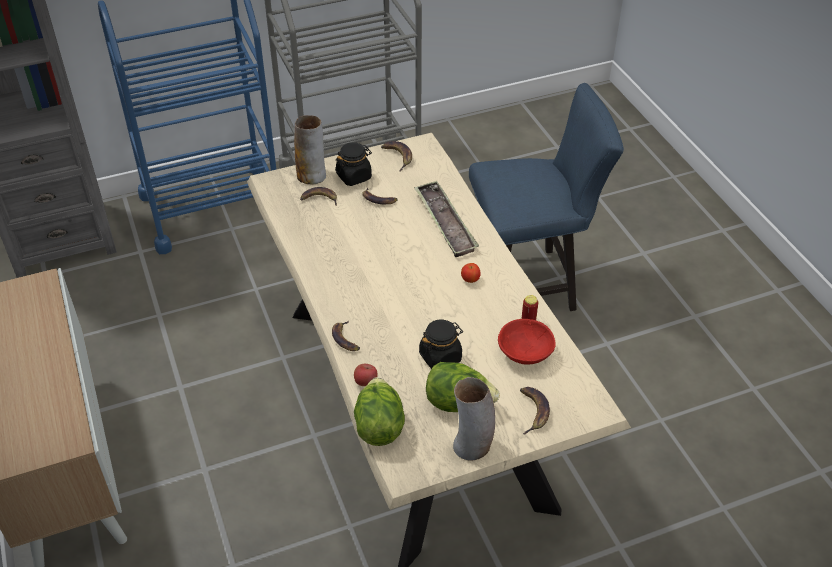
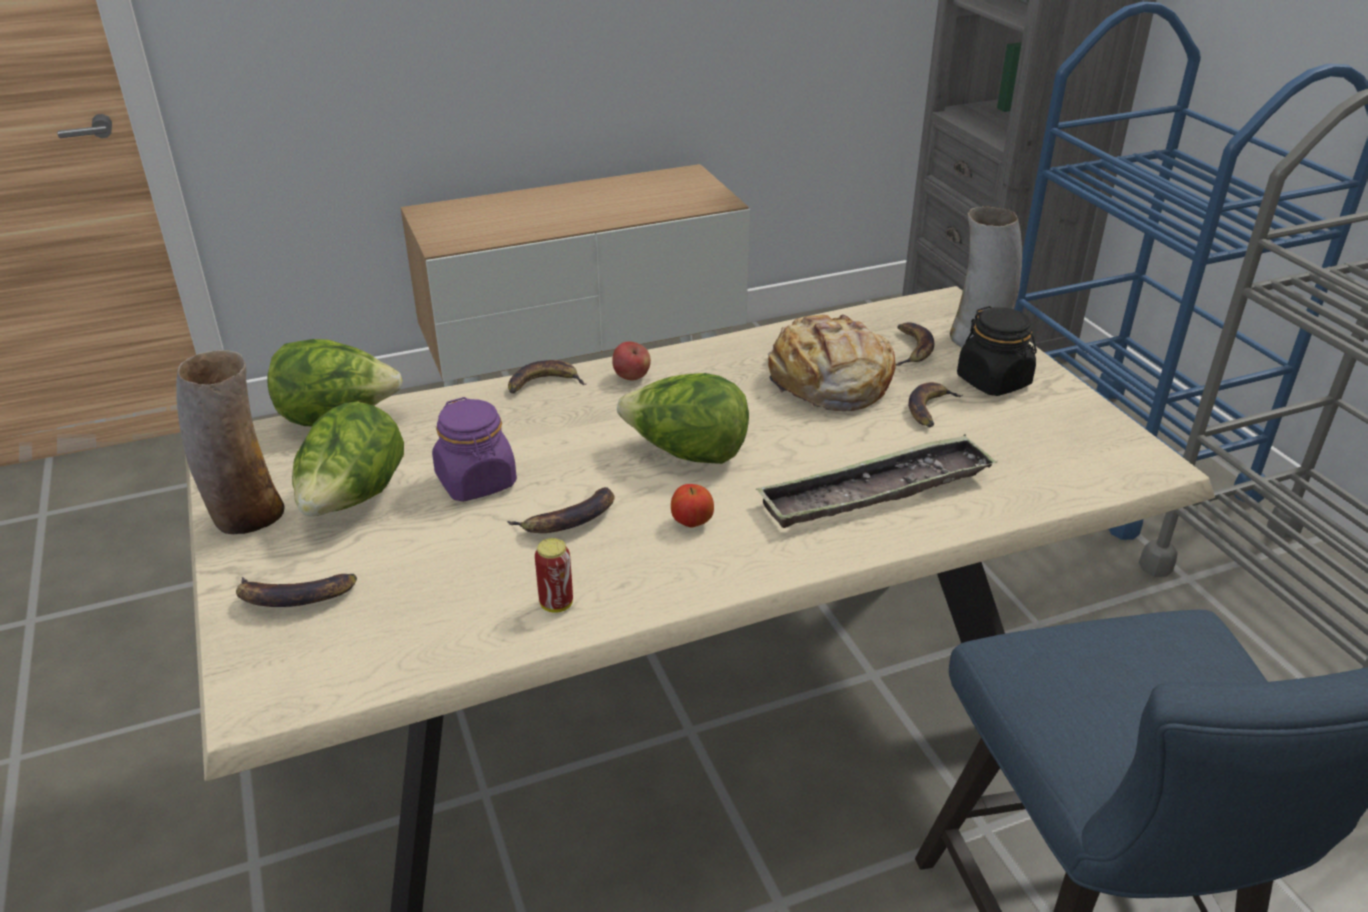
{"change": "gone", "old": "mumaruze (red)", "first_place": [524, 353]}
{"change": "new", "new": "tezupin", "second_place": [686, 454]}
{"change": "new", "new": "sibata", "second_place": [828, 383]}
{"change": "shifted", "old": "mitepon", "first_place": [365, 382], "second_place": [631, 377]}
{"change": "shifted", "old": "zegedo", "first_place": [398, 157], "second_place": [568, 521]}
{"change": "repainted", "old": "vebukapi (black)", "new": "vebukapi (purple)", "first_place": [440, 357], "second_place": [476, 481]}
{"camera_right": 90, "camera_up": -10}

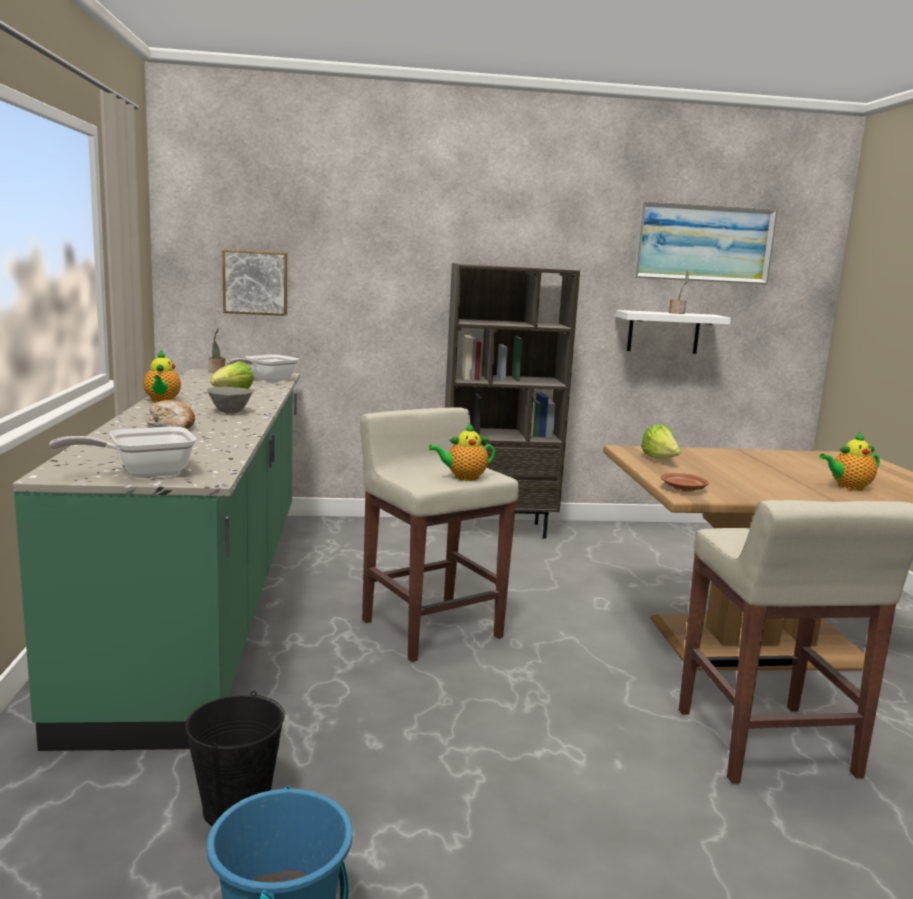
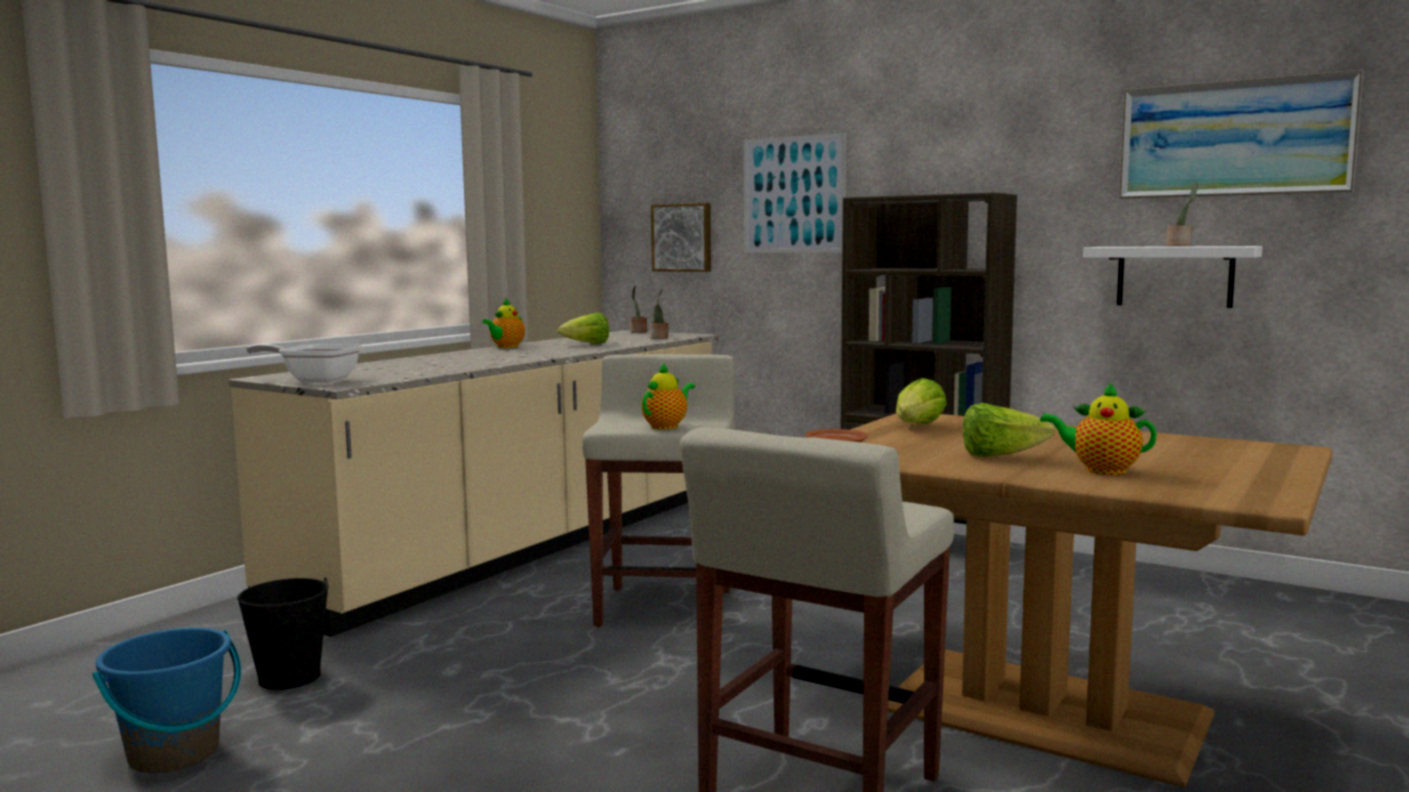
{"change": "gone", "old": "sibata", "first_place": [172, 426]}
{"change": "gone", "old": "mumaruze (grey)", "first_place": [230, 412]}
{"change": "new", "new": "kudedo", "second_place": [793, 195]}
{"change": "new", "new": "tezupin", "second_place": [1000, 456]}
{"change": "swapped", "old": "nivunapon", "new": "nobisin", "first_place": [267, 380], "second_place": [659, 338]}
{"change": "repainted", "old": "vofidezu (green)", "new": "vofidezu (beige)", "first_place": [207, 598], "second_place": [523, 547]}
{"change": "rotated", "old": "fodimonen", "first_place": [463, 477], "second_place": [666, 426], "degrees": 105}
{"camera_right": 40, "camera_up": -5}

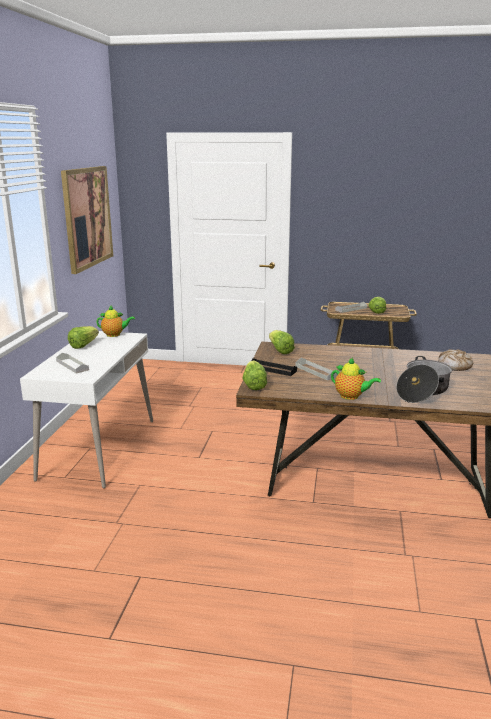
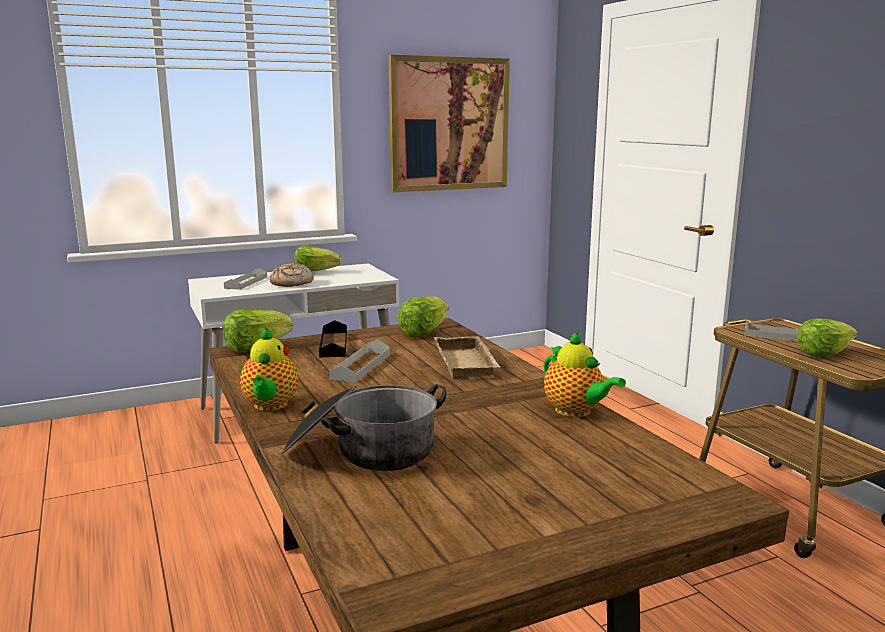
{"change": "new", "new": "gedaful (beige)", "second_place": [468, 363]}
{"change": "shifted", "old": "fodimonen", "first_place": [115, 335], "second_place": [576, 412]}
{"change": "shifted", "old": "sibata", "first_place": [454, 366], "second_place": [291, 283]}
{"camera_right": 55, "camera_up": -5}

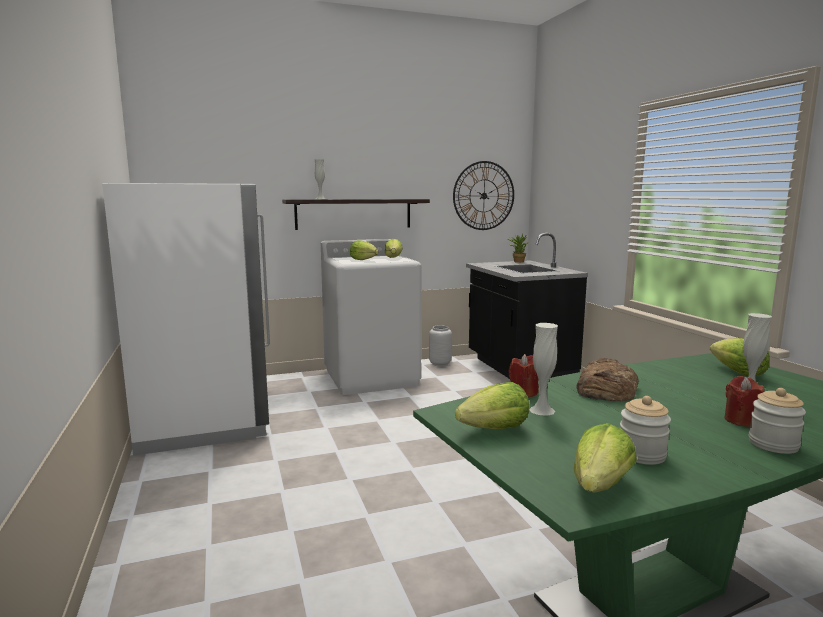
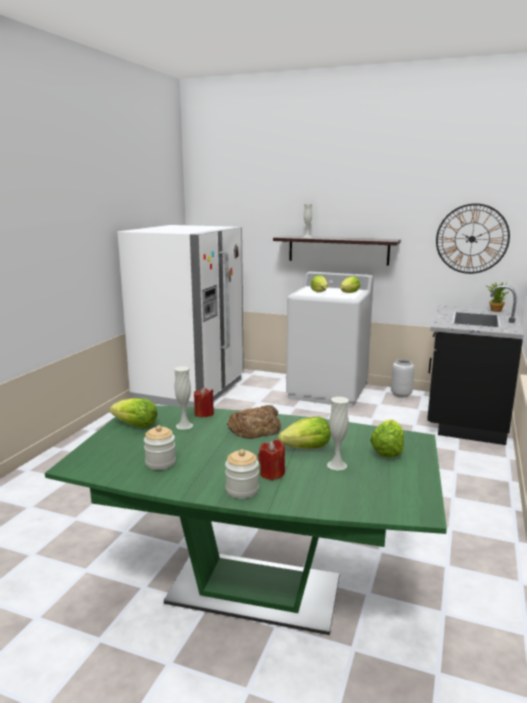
{"change": "shifted", "old": "tezupin", "first_place": [600, 486], "second_place": [307, 448]}
{"camera_right": 40, "camera_up": 5}

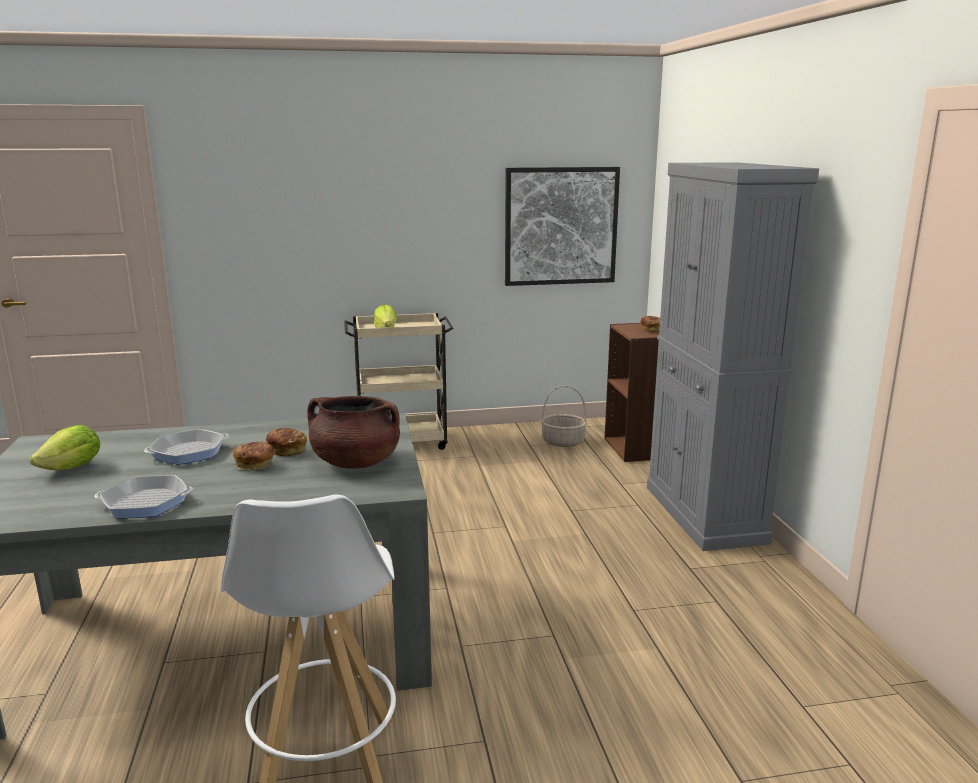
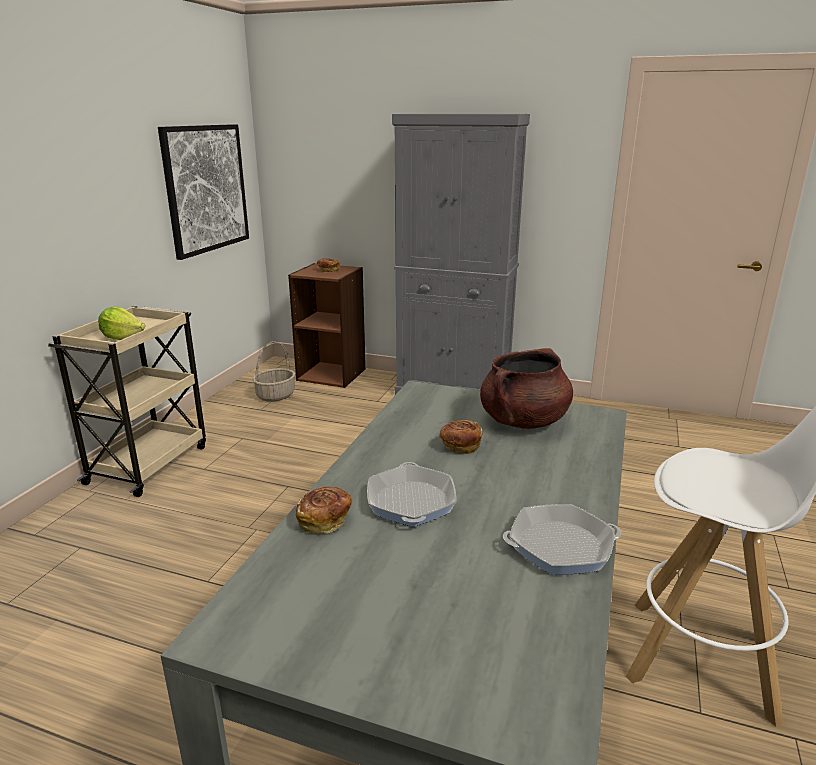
{"change": "gone", "old": "tezupin", "first_place": [72, 467]}
{"change": "shifted", "old": "sibata", "first_place": [255, 465], "second_place": [324, 520]}
{"change": "rotated", "old": "nivunapon", "first_place": [146, 503], "second_place": [560, 546], "degrees": -120}
{"camera_right": -60, "camera_up": 5}

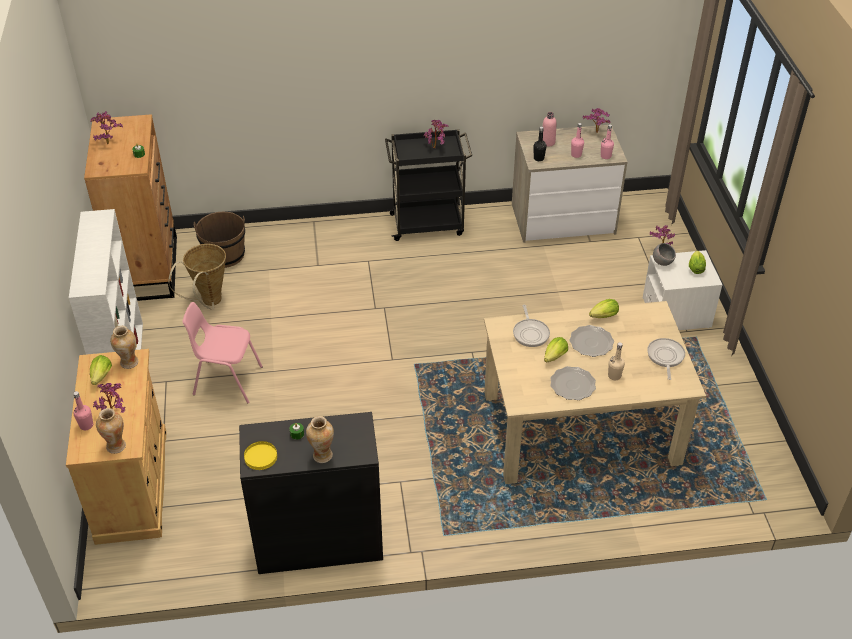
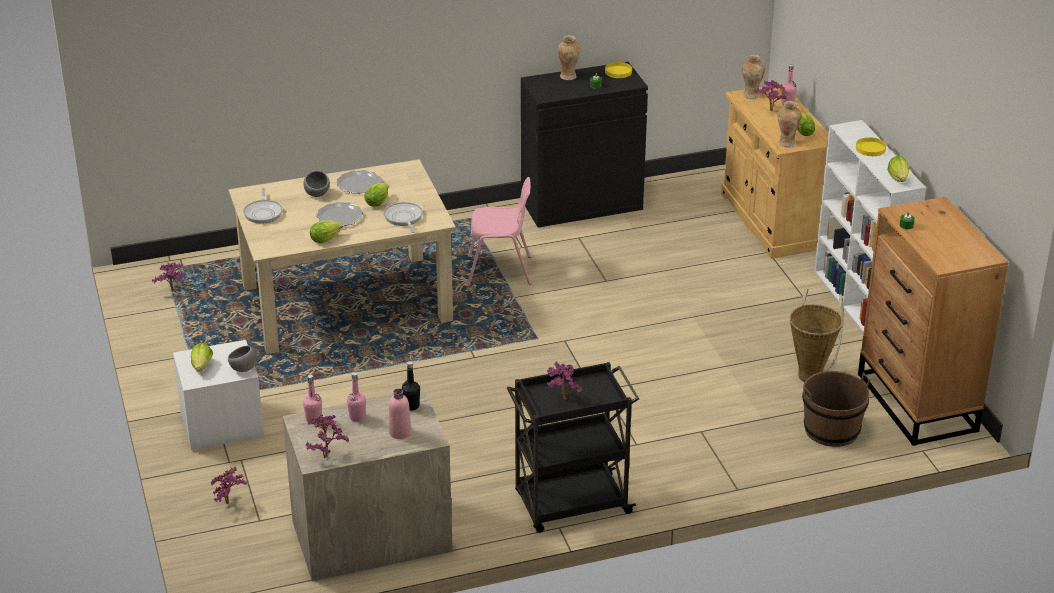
{"change": "new", "new": "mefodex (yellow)", "second_place": [870, 148]}
{"change": "new", "new": "tezupin", "second_place": [898, 180]}
{"change": "shifted", "old": "nobisin", "first_place": [108, 142], "second_place": [173, 293]}
{"change": "shifted", "old": "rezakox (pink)", "first_place": [227, 381], "second_place": [500, 271]}
{"change": "swapped", "old": "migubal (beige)", "new": "mumaruze (grey)", "first_place": [614, 376], "second_place": [317, 194]}
{"camera_right": 170, "camera_up": -10}

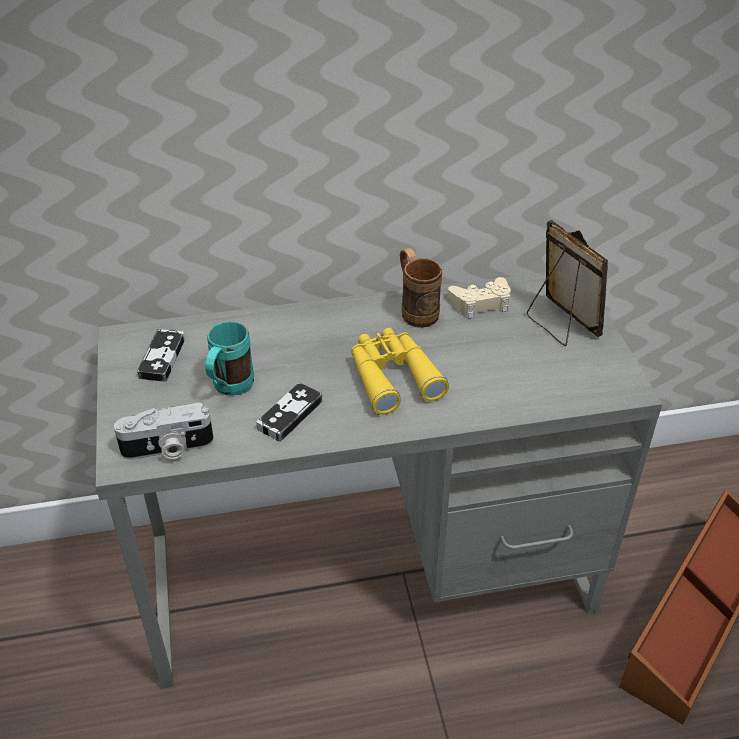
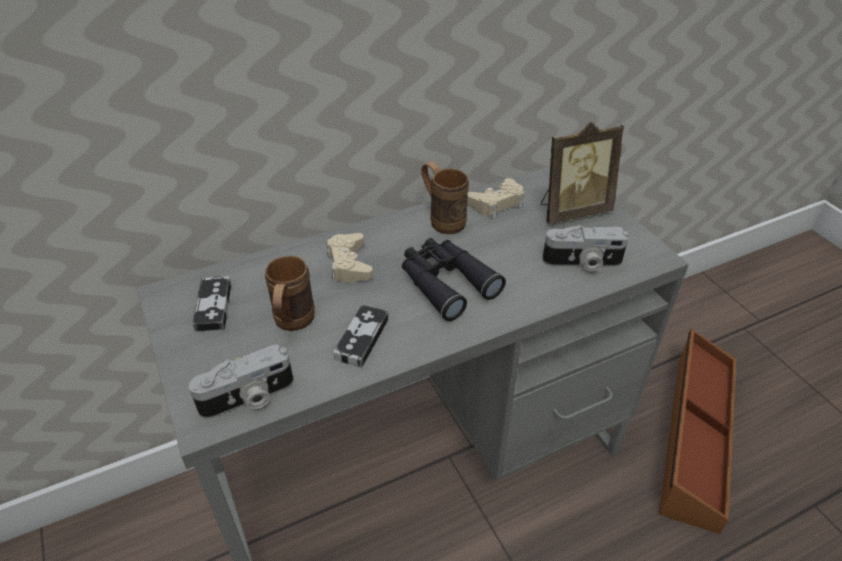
{"change": "new", "new": "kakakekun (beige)", "second_place": [349, 264]}
{"change": "new", "new": "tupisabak", "second_place": [582, 263]}
{"change": "repainted", "old": "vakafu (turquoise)", "new": "vakafu (brown)", "first_place": [229, 389], "second_place": [292, 324]}
{"change": "repainted", "old": "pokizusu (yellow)", "new": "pokizusu (black)", "first_place": [392, 376], "second_place": [445, 283]}
{"change": "rotated", "old": "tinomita", "first_place": [560, 324], "second_place": [572, 210], "degrees": 120}
{"camera_right": -15, "camera_up": 0}

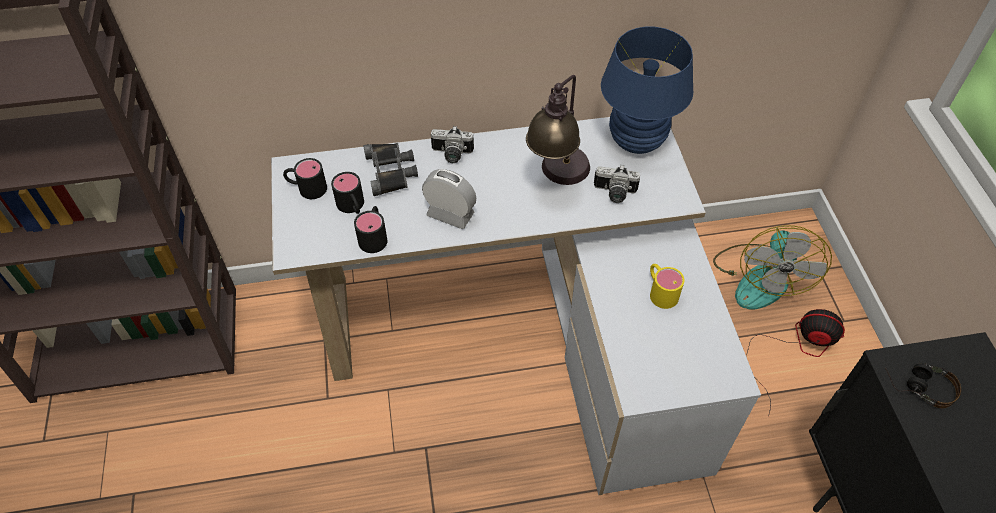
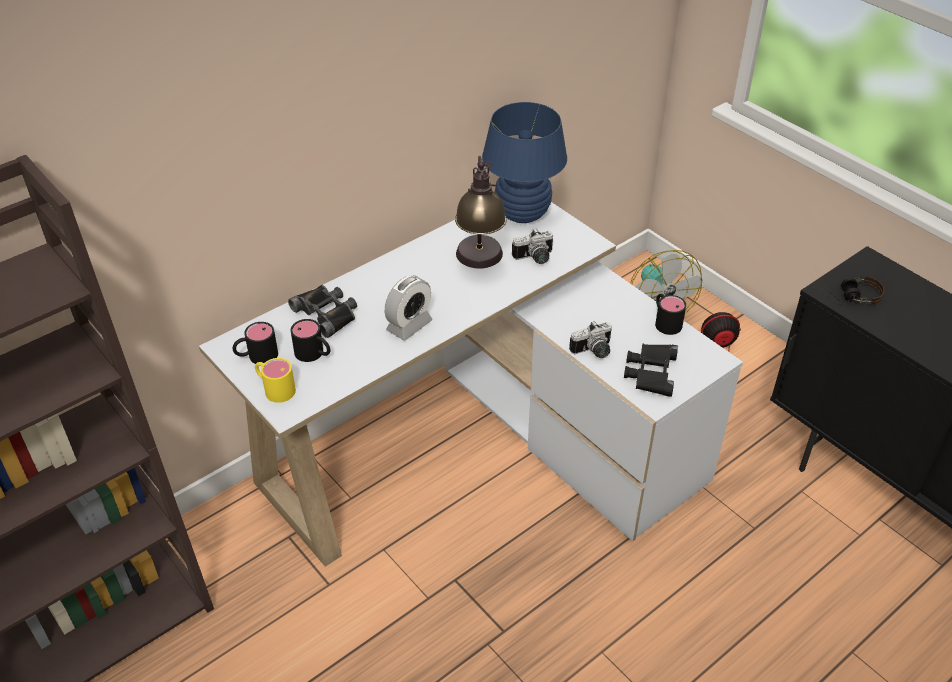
{"change": "new", "new": "pokizusu (black)", "second_place": [650, 372]}
{"change": "shifted", "old": "vakafu (black)", "first_place": [374, 236], "second_place": [665, 321]}
{"change": "shifted", "old": "tupisabak", "first_place": [451, 155], "second_place": [593, 351]}
{"change": "shifted", "old": "vakafu (yellow)", "first_place": [660, 291], "second_place": [274, 388]}
{"change": "rotated", "old": "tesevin", "first_place": [450, 214], "second_place": [409, 325], "degrees": 135}
{"camera_right": -30, "camera_up": -10}

